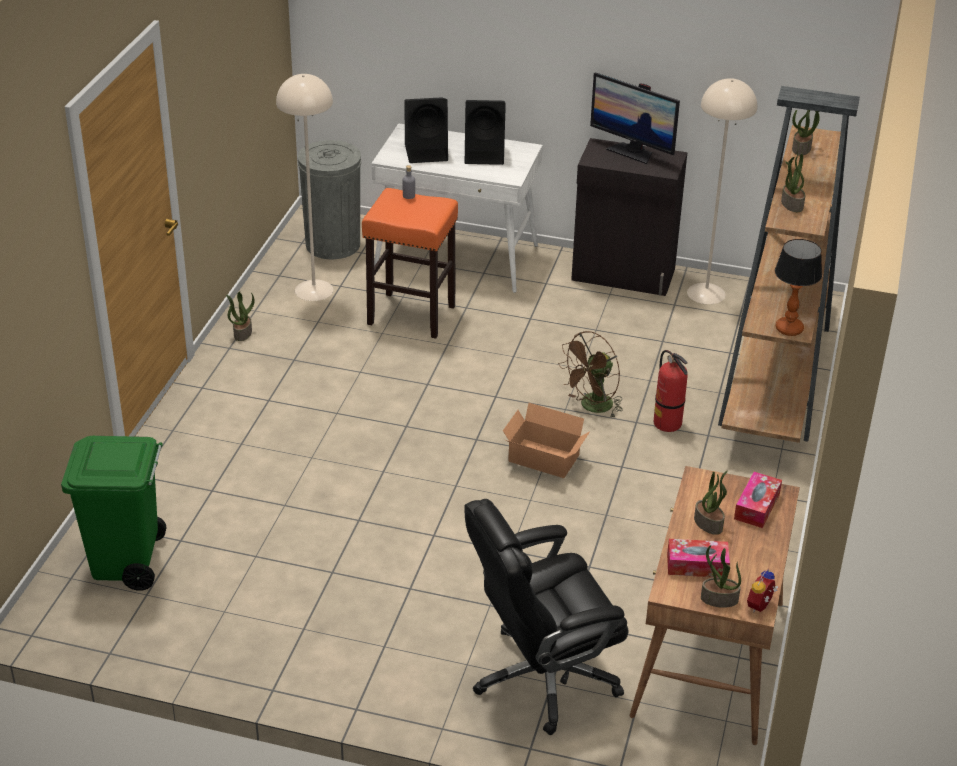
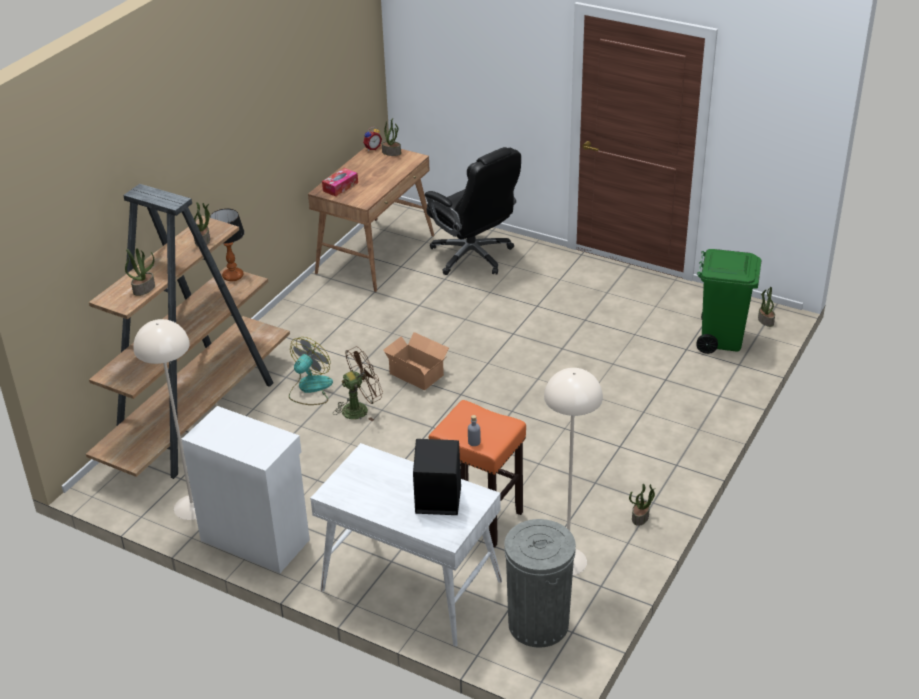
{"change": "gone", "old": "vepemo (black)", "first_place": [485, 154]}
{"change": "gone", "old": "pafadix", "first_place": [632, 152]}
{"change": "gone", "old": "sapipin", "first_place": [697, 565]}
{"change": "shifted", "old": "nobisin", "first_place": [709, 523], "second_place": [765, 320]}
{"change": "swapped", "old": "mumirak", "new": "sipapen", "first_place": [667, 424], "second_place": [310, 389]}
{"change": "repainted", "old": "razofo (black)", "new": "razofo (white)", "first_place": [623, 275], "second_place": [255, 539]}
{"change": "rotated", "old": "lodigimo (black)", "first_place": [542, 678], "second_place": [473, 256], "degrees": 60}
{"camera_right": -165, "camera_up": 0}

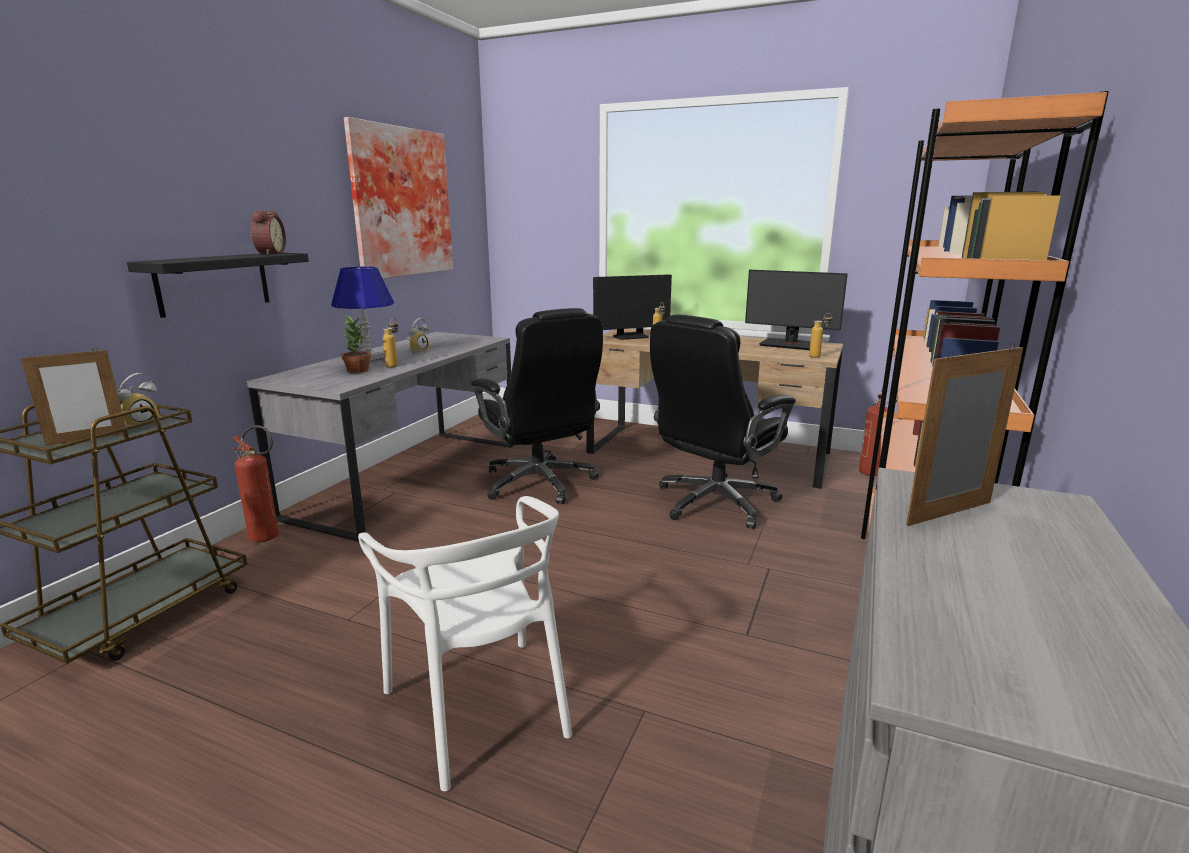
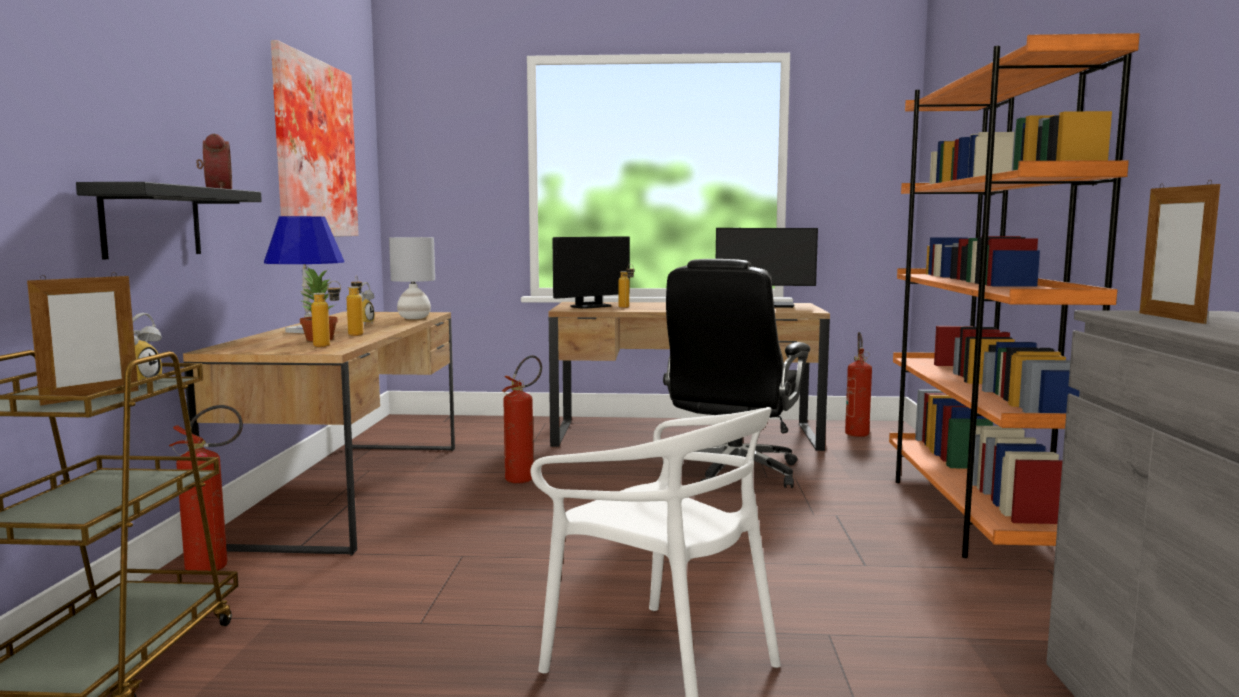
{"change": "new", "new": "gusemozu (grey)", "second_place": [414, 318]}
{"change": "shifted", "old": "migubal", "first_place": [818, 356], "second_place": [328, 345]}
{"change": "swapped", "old": "lodigimo (black)", "new": "mumirak", "first_place": [540, 483], "second_place": [524, 477]}
{"change": "repainted", "old": "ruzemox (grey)", "new": "ruzemox (brown)", "first_place": [410, 478], "second_place": [351, 490]}
{"change": "rotated", "old": "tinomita", "first_place": [949, 513], "second_place": [1171, 318], "degrees": -45}
{"camera_right": -20, "camera_up": -10}

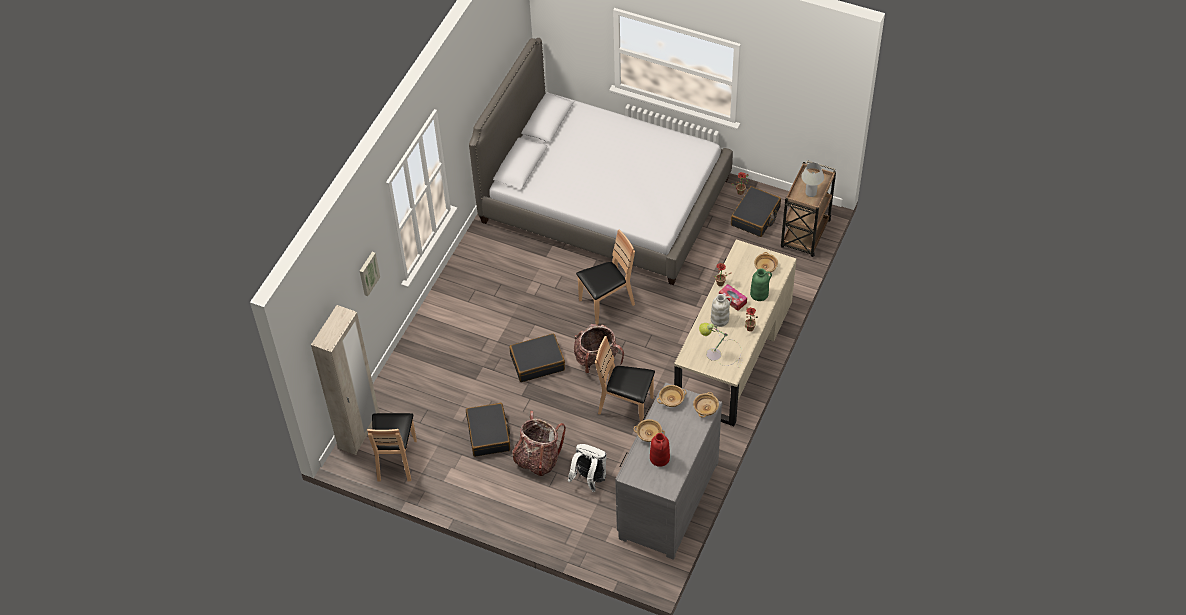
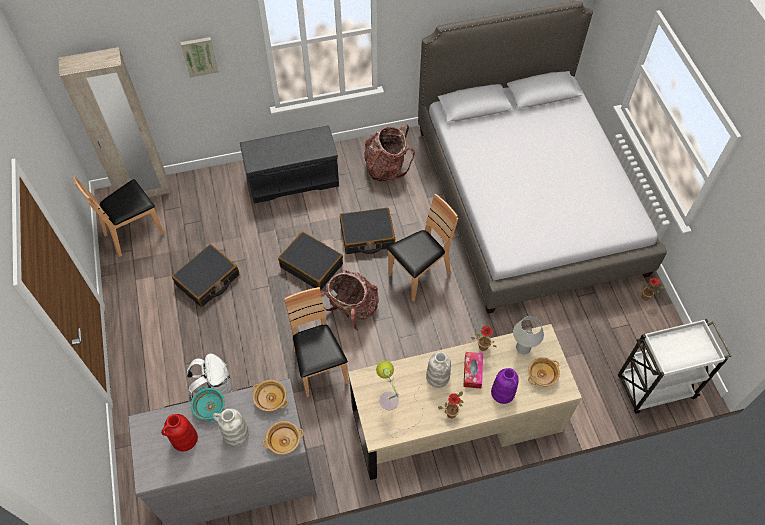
{"change": "new", "new": "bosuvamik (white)", "second_place": [235, 434]}
{"change": "new", "new": "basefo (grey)", "second_place": [293, 179]}
{"change": "shifted", "old": "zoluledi", "first_place": [537, 459], "second_place": [386, 167]}
{"change": "shifted", "old": "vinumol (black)", "first_place": [755, 217], "second_place": [367, 236]}
{"change": "shifted", "old": "gusemozu (white)", "first_place": [811, 193], "second_place": [523, 348]}
{"change": "repainted", "old": "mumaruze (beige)", "new": "mumaruze (turquoise)", "first_place": [648, 434], "second_place": [209, 407]}
{"change": "repainted", "old": "bosuvamik (green)", "new": "bosuvamik (purple)", "first_place": [759, 294], "second_place": [503, 393]}
{"change": "repainted", "old": "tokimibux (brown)", "new": "tokimibux (white)", "first_place": [805, 235], "second_place": [654, 388]}
{"change": "rotated", "old": "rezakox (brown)", "first_place": [606, 303], "second_place": [419, 275], "degrees": -60}
{"camera_right": 50, "camera_up": 5}

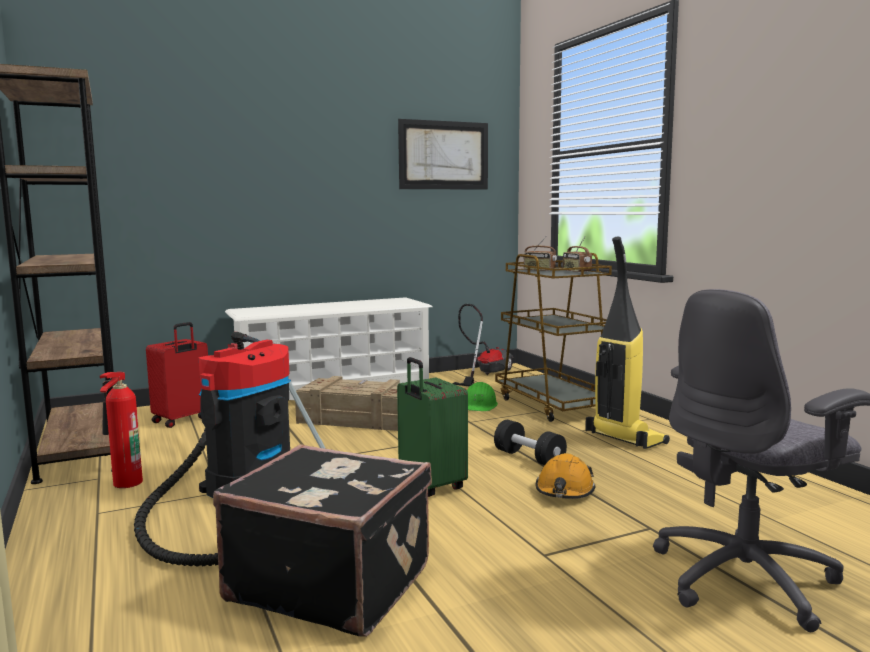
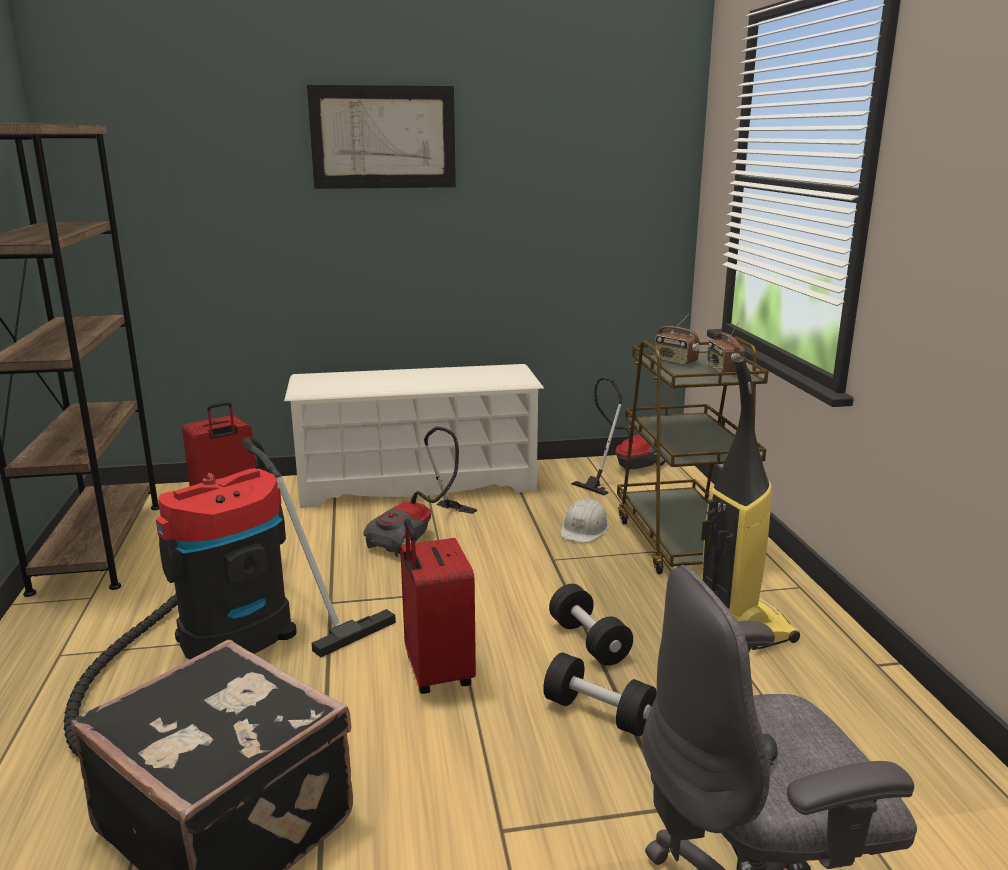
{"change": "gone", "old": "mumirak", "first_place": [124, 484]}
{"change": "shifted", "old": "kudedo", "first_place": [444, 155], "second_place": [383, 137]}
{"change": "swapped", "old": "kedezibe", "new": "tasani", "first_place": [357, 419], "second_place": [419, 536]}
{"change": "swapped", "old": "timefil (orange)", "new": "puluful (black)", "first_place": [564, 491], "second_place": [598, 713]}
{"change": "repainted", "old": "vinumol (green)", "new": "vinumol (red)", "first_place": [430, 485], "second_place": [436, 673]}
{"change": "repainted", "old": "timefil (green)", "new": "timefil (white)", "first_place": [480, 405], "second_place": [584, 529]}
{"camera_right": 15, "camera_up": 10}

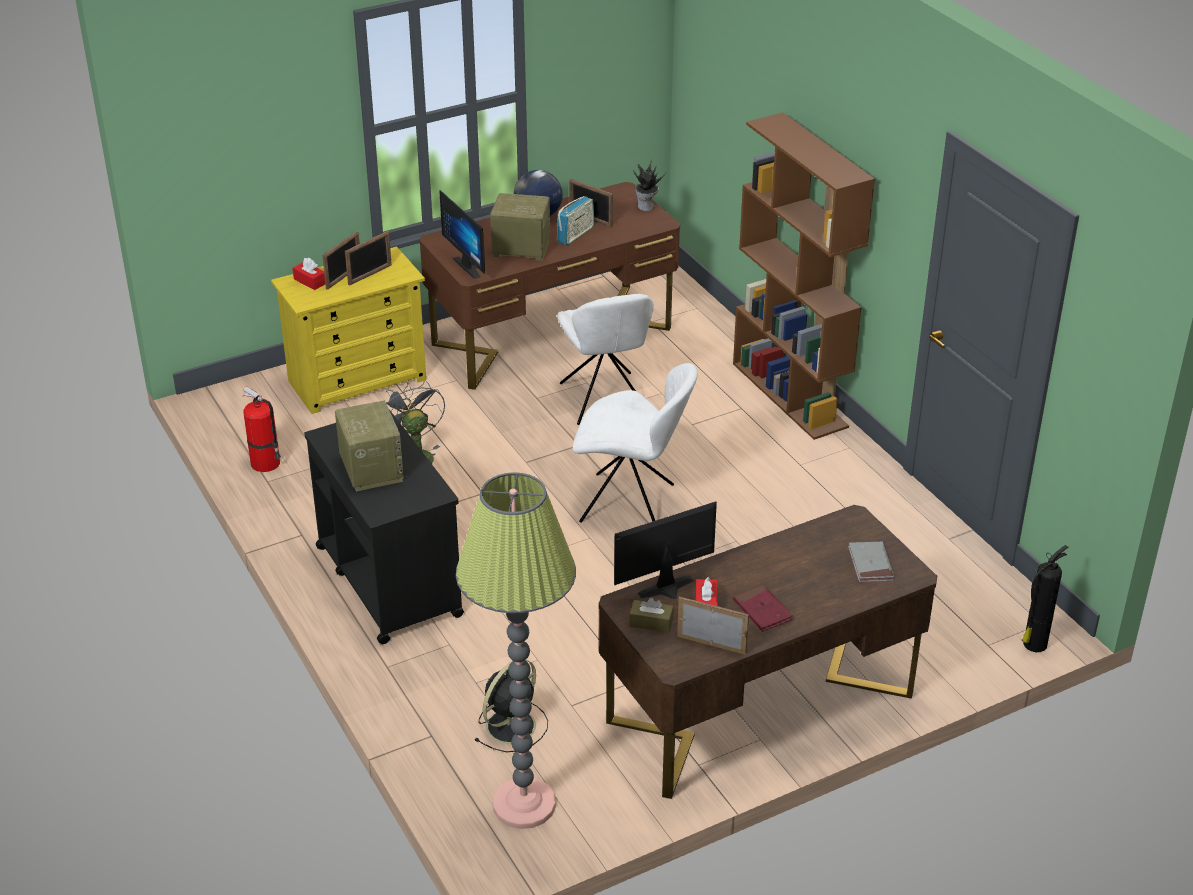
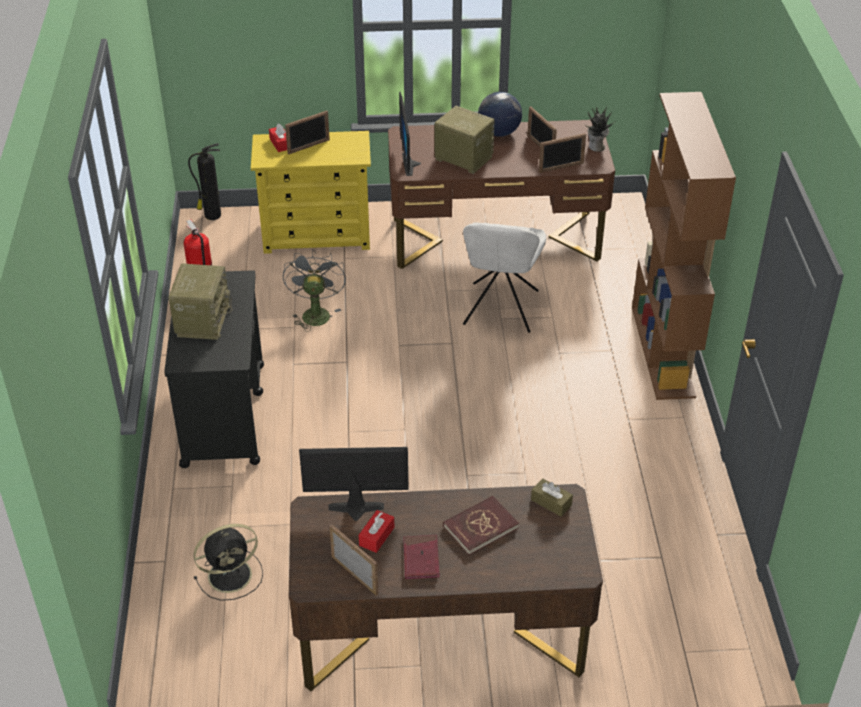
{"change": "gone", "old": "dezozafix", "first_place": [524, 804]}
{"change": "gone", "old": "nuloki", "first_place": [575, 235]}
{"change": "gone", "old": "rezakox (white)", "first_place": [631, 504]}
{"change": "gone", "old": "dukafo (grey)", "first_place": [870, 564]}
{"change": "new", "new": "dukafo (red)", "second_place": [480, 527]}
{"change": "shifted", "old": "tinomita", "first_place": [370, 275], "second_place": [561, 167]}
{"change": "shifted", "old": "sapipin (brown)", "first_place": [651, 622], "second_place": [551, 502]}
{"change": "shifted", "old": "mumirak", "first_place": [1033, 645], "second_place": [211, 215]}
{"camera_right": 25, "camera_up": 5}

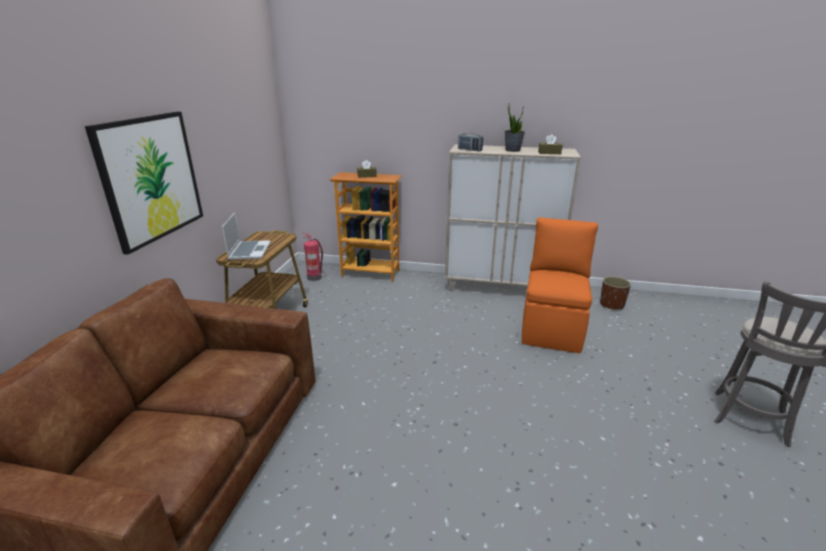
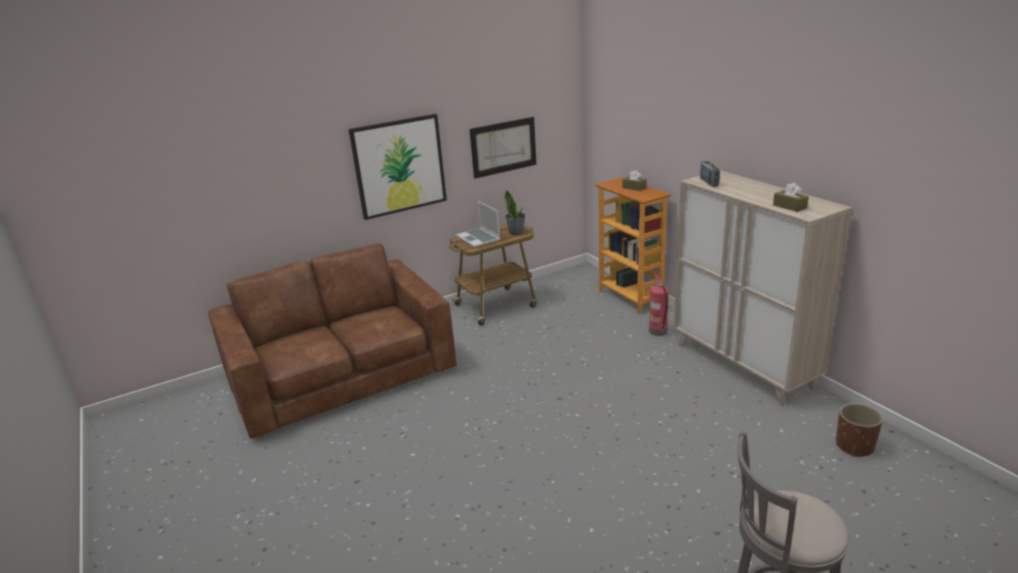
{"change": "gone", "old": "rezakox (orange)", "first_place": [552, 328]}
{"change": "new", "new": "kudedo", "second_place": [503, 147]}
{"change": "shifted", "old": "mumirak", "first_place": [315, 277], "second_place": [658, 332]}
{"change": "shifted", "old": "nobisin", "first_place": [512, 150], "second_place": [516, 232]}
{"change": "rotated", "old": "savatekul", "first_place": [249, 251], "second_place": [479, 239], "degrees": 105}
{"camera_right": 50, "camera_up": 0}

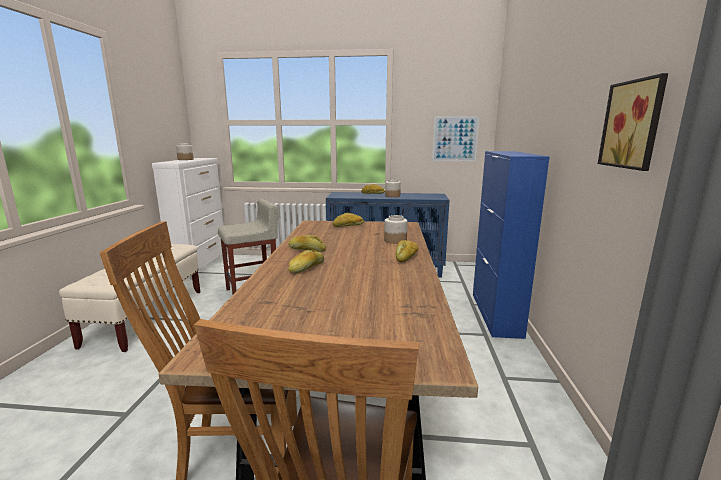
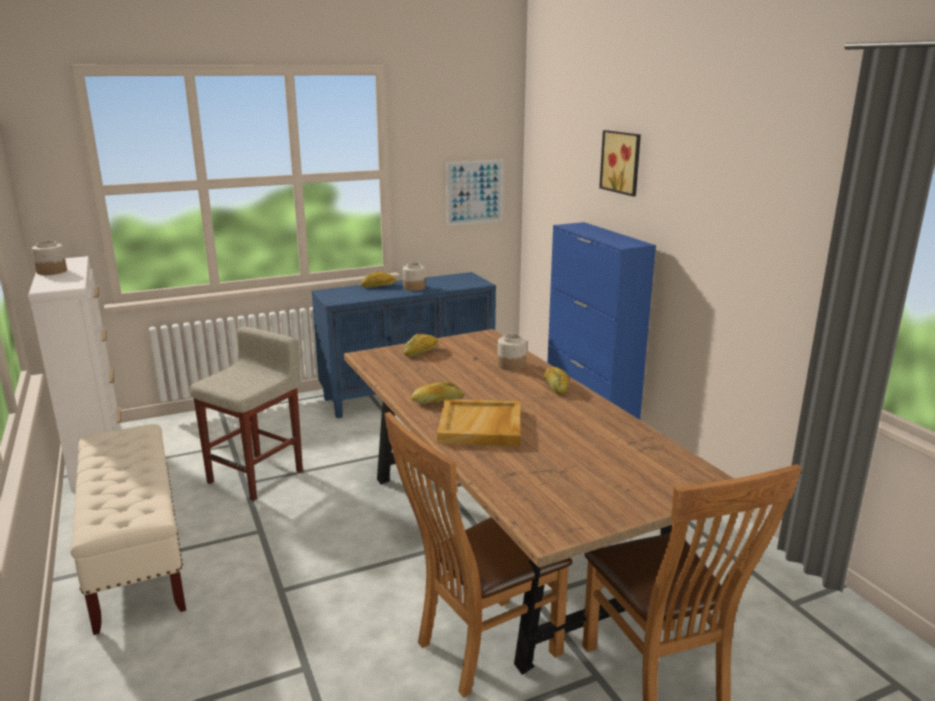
{"change": "shifted", "old": "kudedo", "first_place": [634, 124], "second_place": [622, 162]}
{"change": "swapped", "old": "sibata", "new": "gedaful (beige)", "first_place": [306, 268], "second_place": [481, 426]}
{"camera_right": -30, "camera_up": 5}

